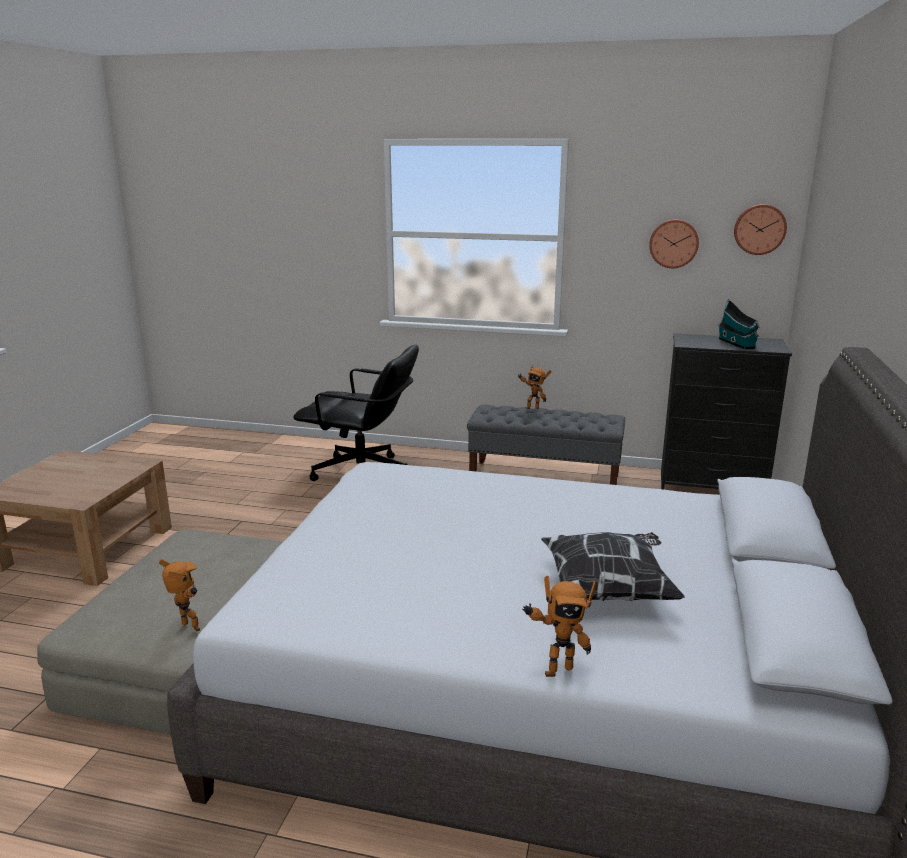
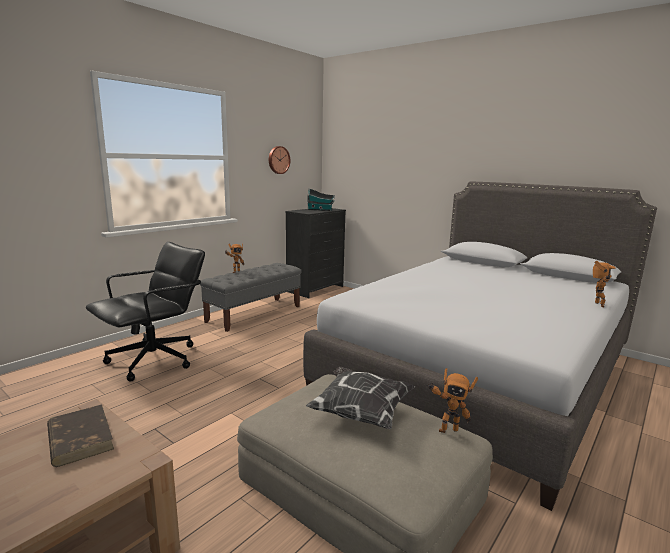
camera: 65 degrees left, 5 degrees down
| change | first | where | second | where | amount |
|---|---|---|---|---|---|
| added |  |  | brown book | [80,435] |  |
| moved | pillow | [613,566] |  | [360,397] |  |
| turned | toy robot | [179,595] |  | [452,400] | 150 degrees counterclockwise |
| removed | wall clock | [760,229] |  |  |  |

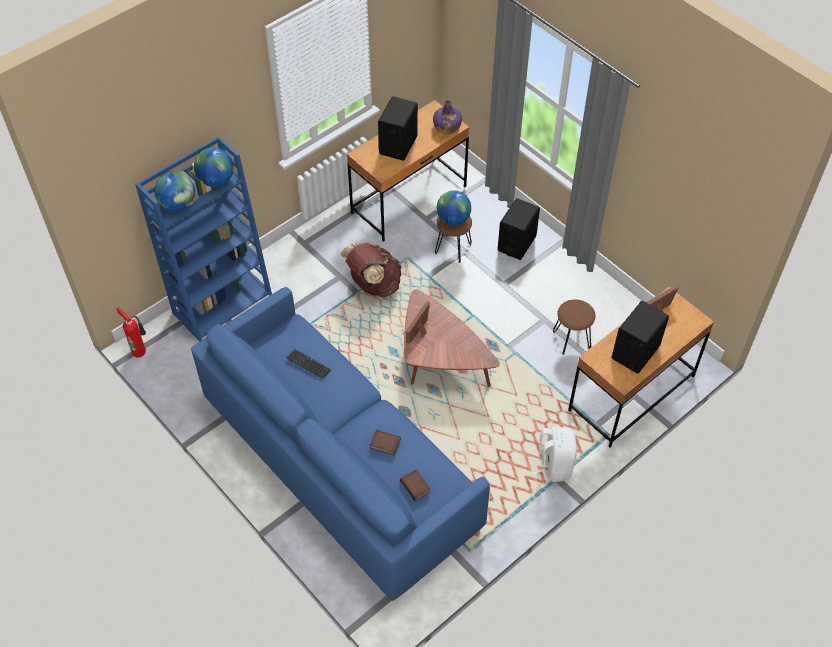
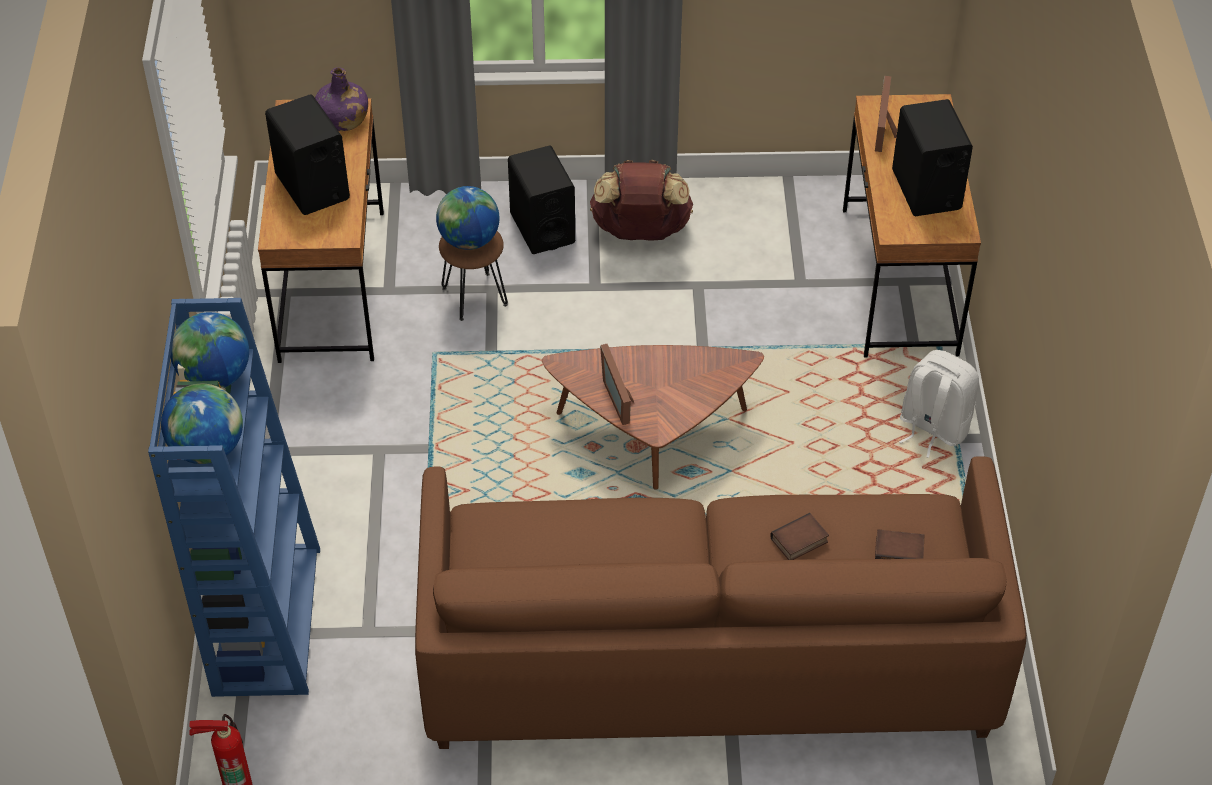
camera: 50 degrees left, 5 degrees down
| change | first | where | second | where | amount |
|---|---|---|---|---|---|
| recoloured | blue-coloured sofa | [340,444] | brown sofa | [721,602] |  |
| moved | brown rucksack | [371,270] |  | [641,200] |  |
| removed | keyboard | [308,364] |  |  |  |
| removed | brown sitting stool | [574,327] |  |  |  |

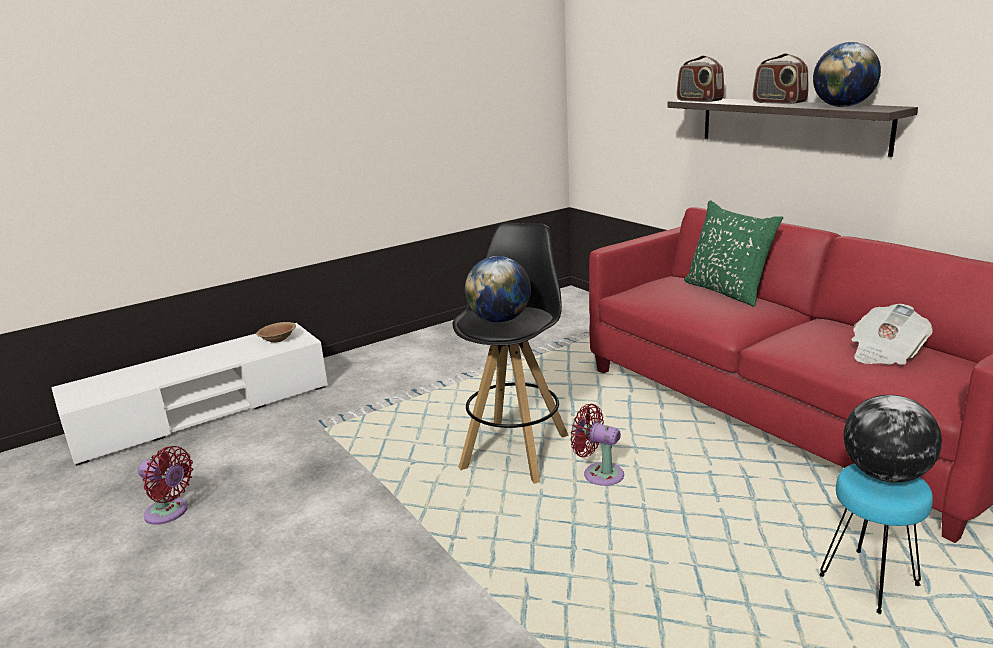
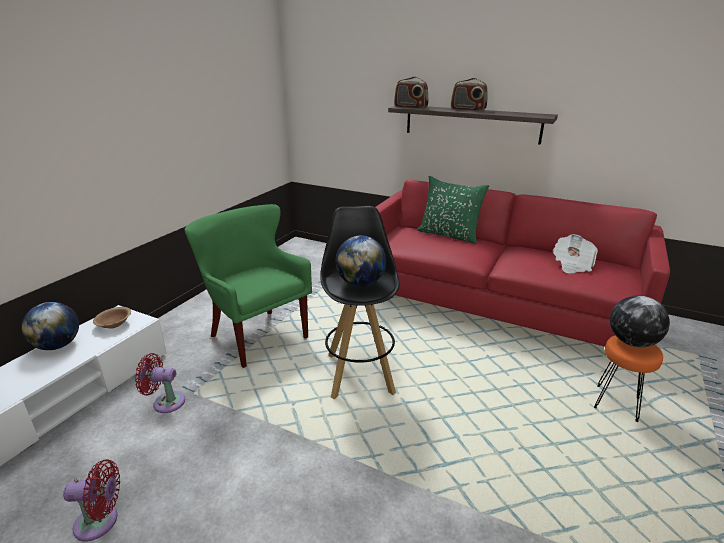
camera: 30 degrees left, 5 degrees up
| change | first | where | second | where | amount |
|---|---|---|---|---|---|
| moved | world globe | [847,74] |  | [50,326] |  |
| moved | red-coloured cooling fan | [597,445] |  | [160,383] |  |
| added |  |  | greenish lounge chair | [248,286] |  |
| recoloured | blue-green sitting stool | [876,539] | orange-coloured sitting stool | [628,378] |  |

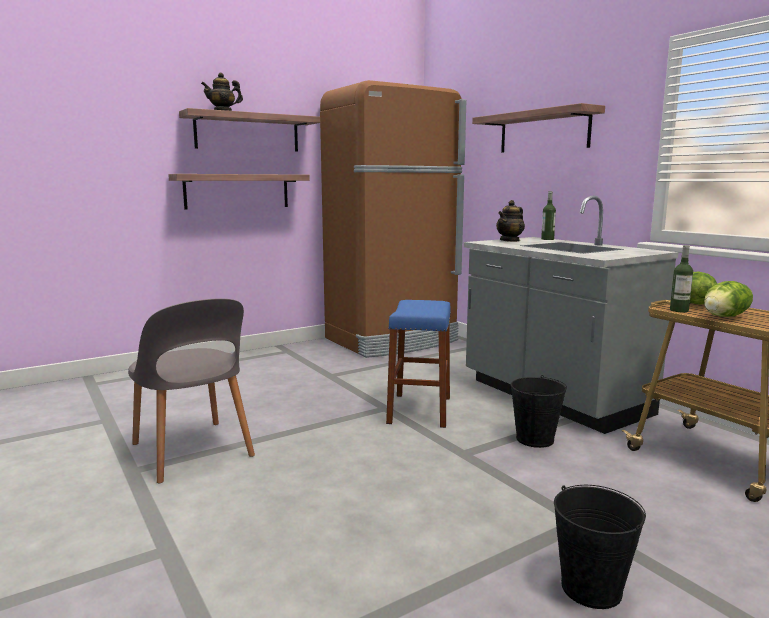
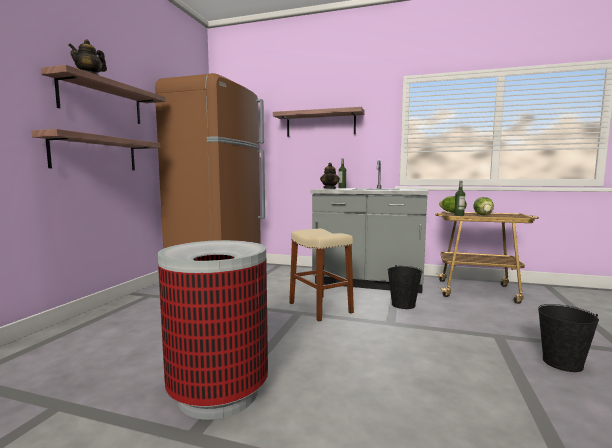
camera: 40 degrees left, 5 degrees down
| change | first | where | second | where | amount |
|---|---|---|---|---|---|
| replaced | grey chair | [191,391] | trash can | [213,330] |  |
| recoloured | blue-coloured sitting stool | [418,364] | beige-coloured sitting stool | [321,275] |  |

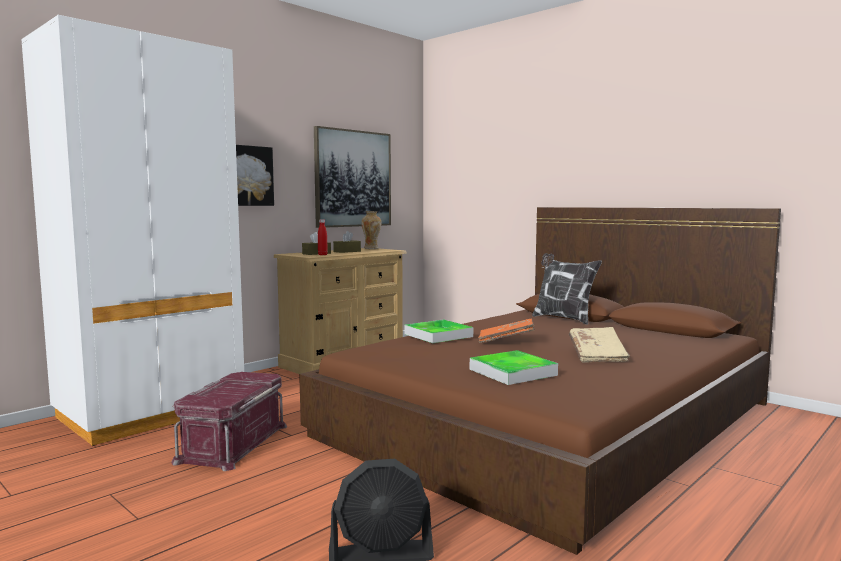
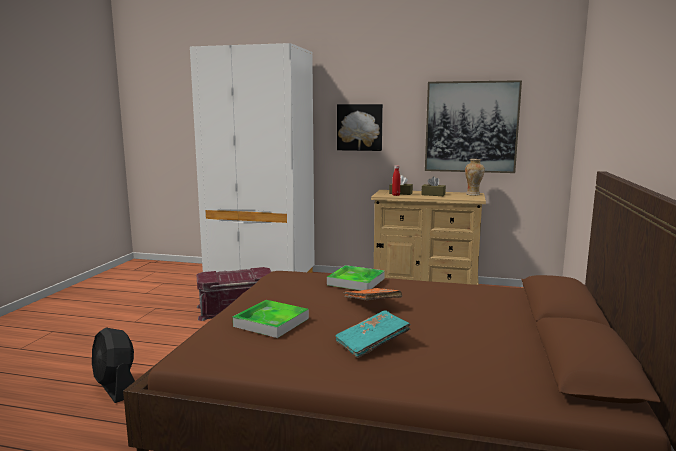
camera: 60 degrees right, 5 degrees up
| change | first | where | second | where | amount |
|---|---|---|---|---|---|
| recoloured | beige-coloured book | [599,345] | blue-green book | [373,334] |  |
| removed | pillow | [567,289] |  |  |  |

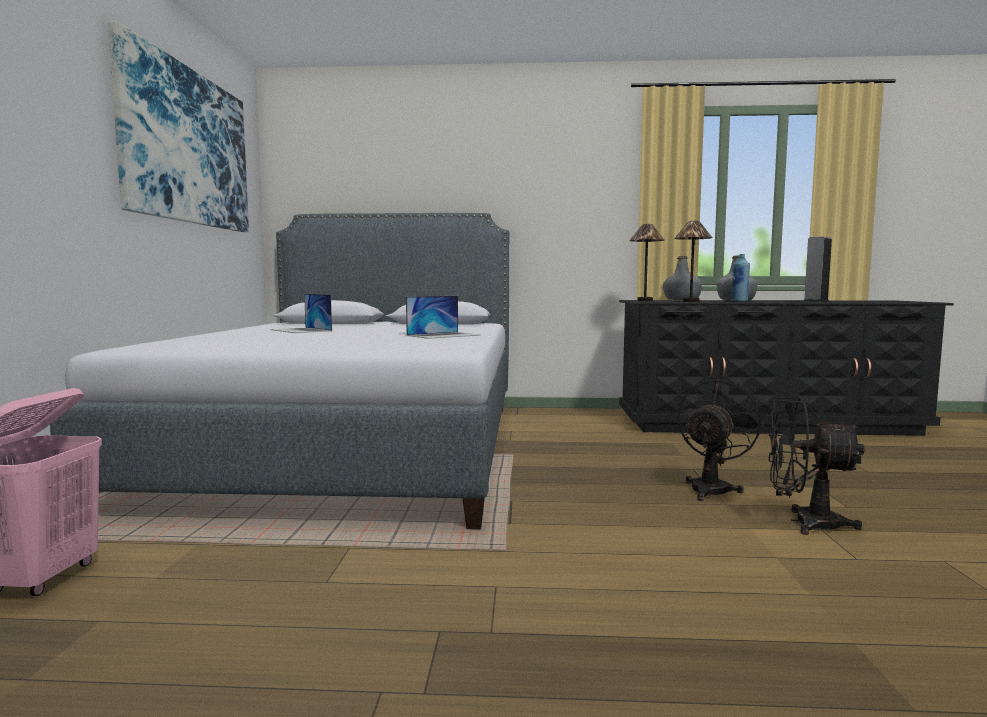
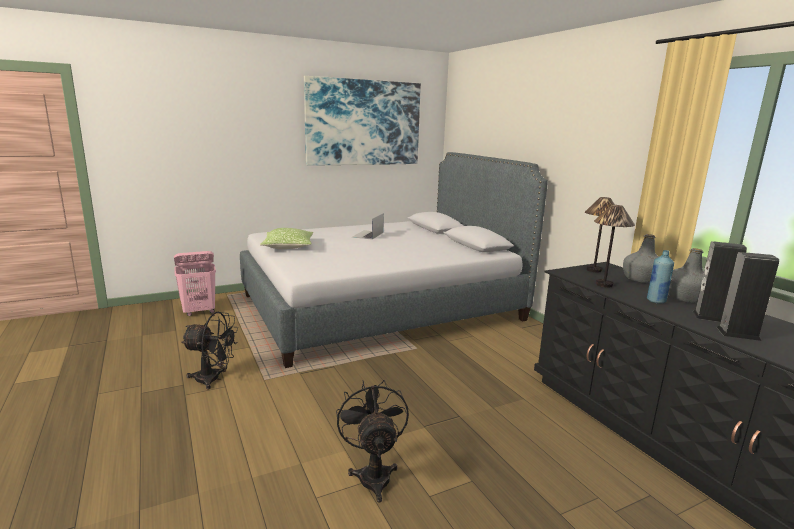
camera: 60 degrees right, 10 degrees up
| change | first | where | second | where | amount |
|---|---|---|---|---|---|
| moved | black-coloured cooling fan | [720,440] |  | [209,351] |  |
| added |  |  | pillow | [286,238] |  |
| added |  |  | audio speaker | [720,281] |  |
| removed | portable computer | [443,317] |  |  |  |

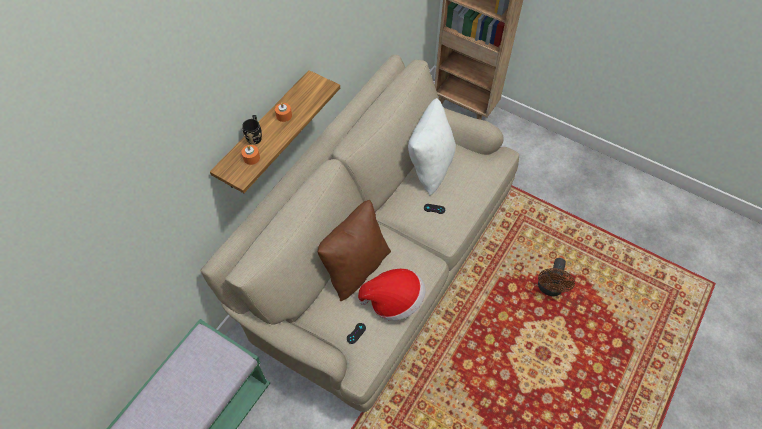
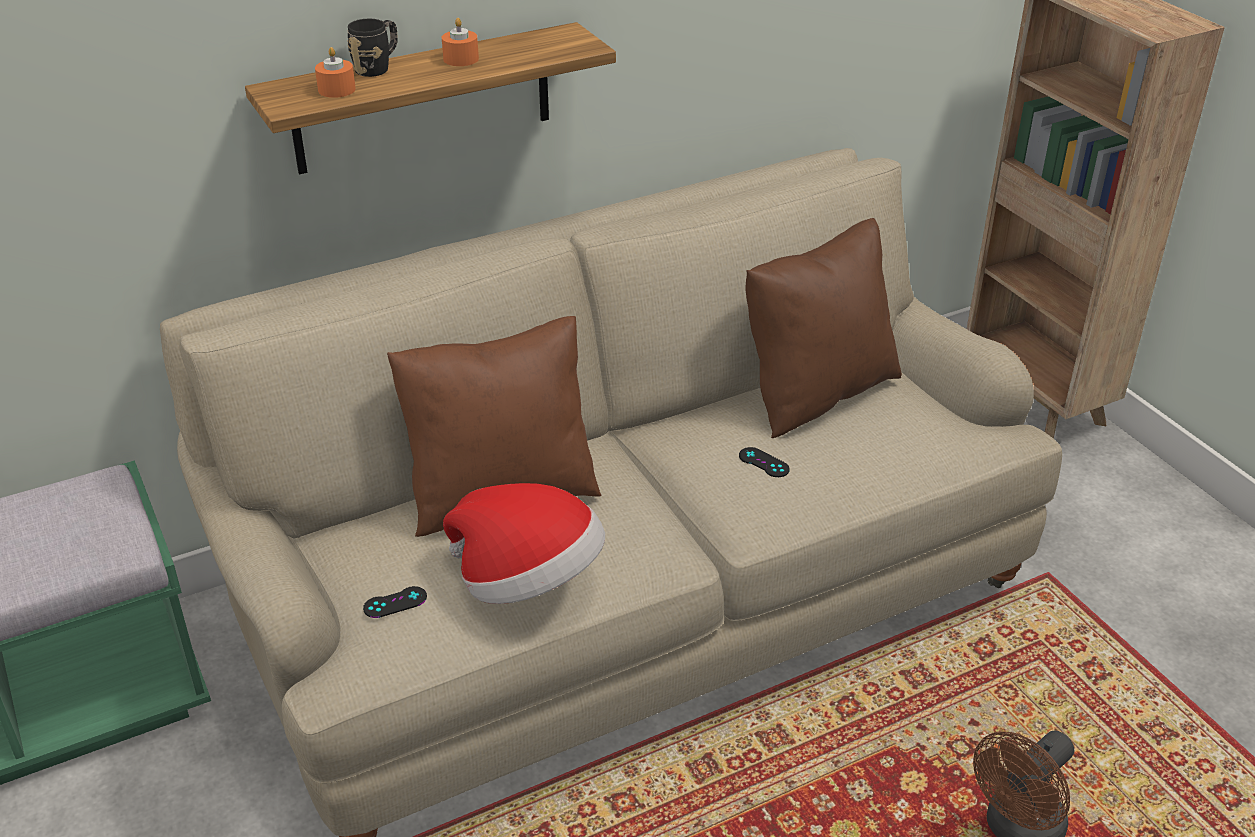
camera: 30 degrees right, 20 degrees down
| change | first | where | second | where | amount |
|---|---|---|---|---|---|
| recoloured | white-coloured pillow | [432,147] | brown pillow | [823,328] |  |

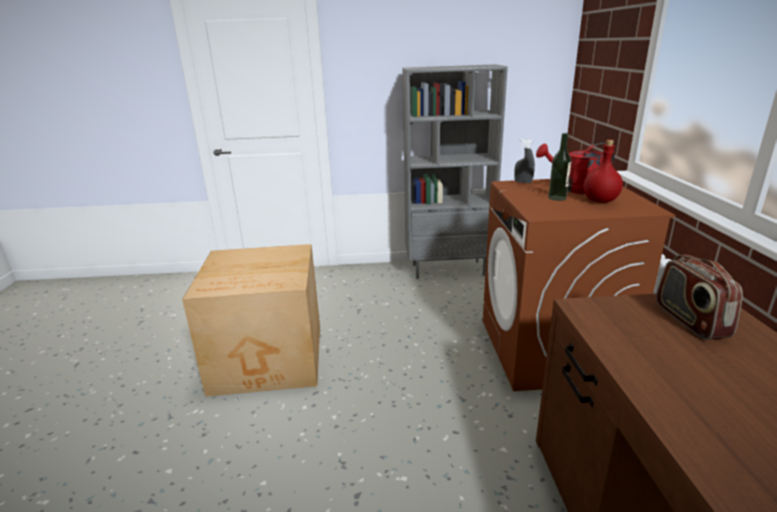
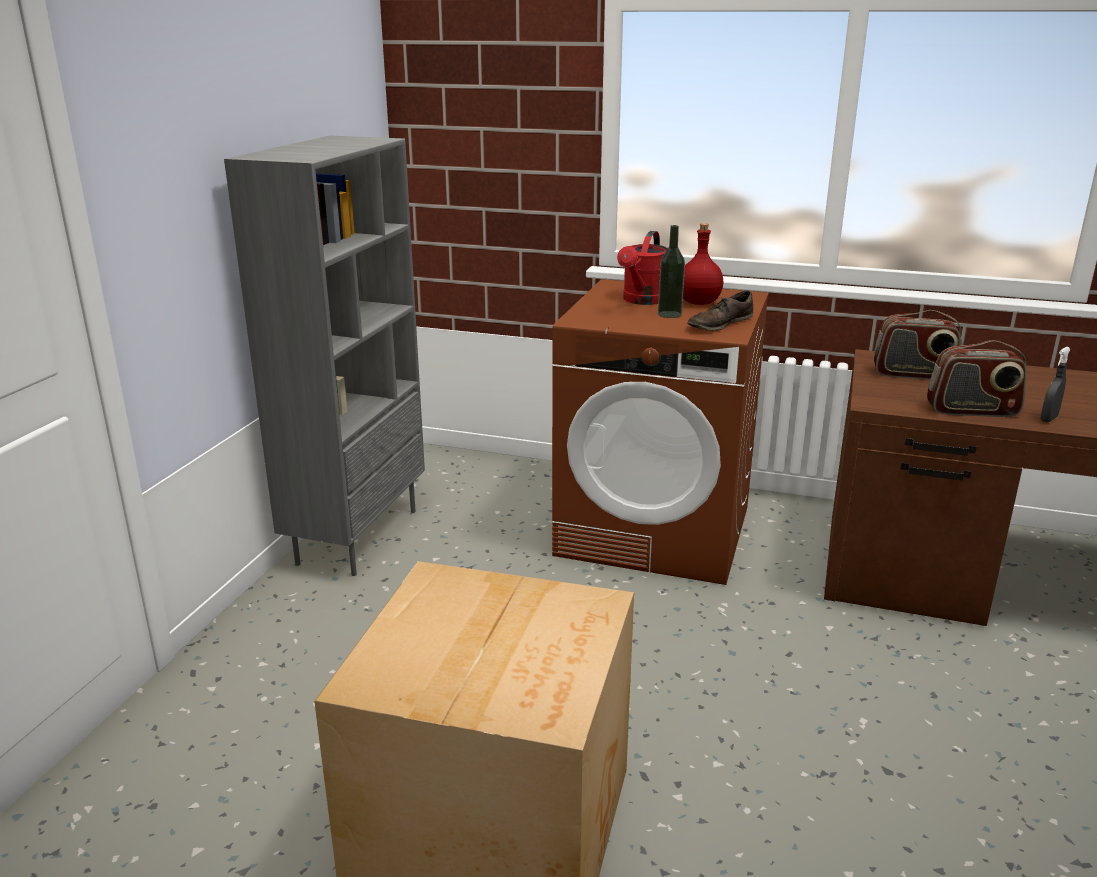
camera: 70 degrees left, 0 degrees up
| change | first | where | second | where | amount |
|---|---|---|---|---|---|
| added |  |  | brown low shoe | [720,311] |  |
| added |  |  | radio receiver | [977,378] |  |
| moved | grey sprayer | [524,161] |  | [1055,384] |  |

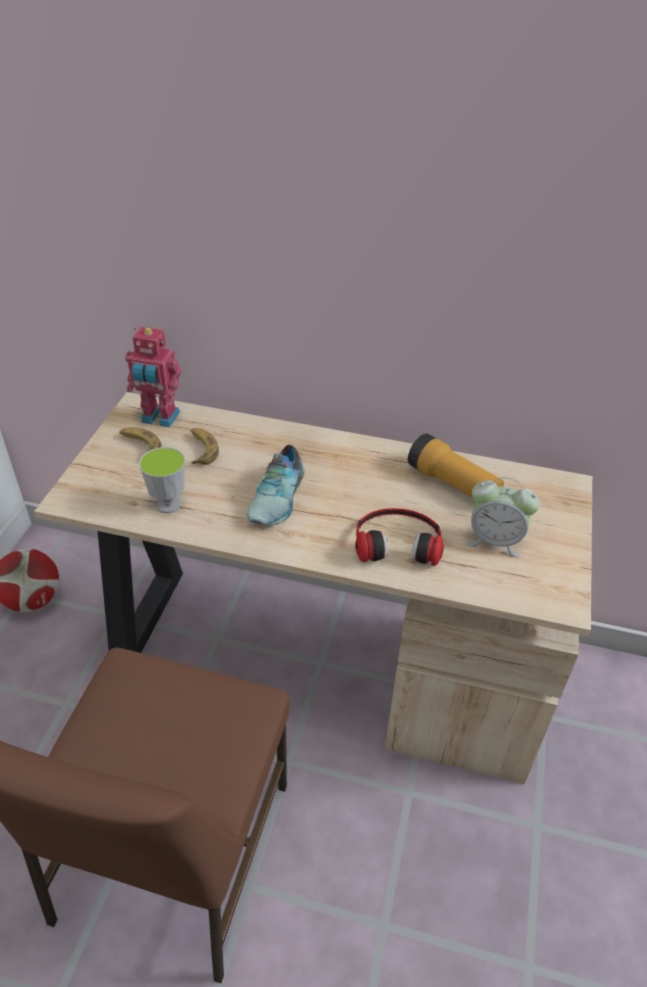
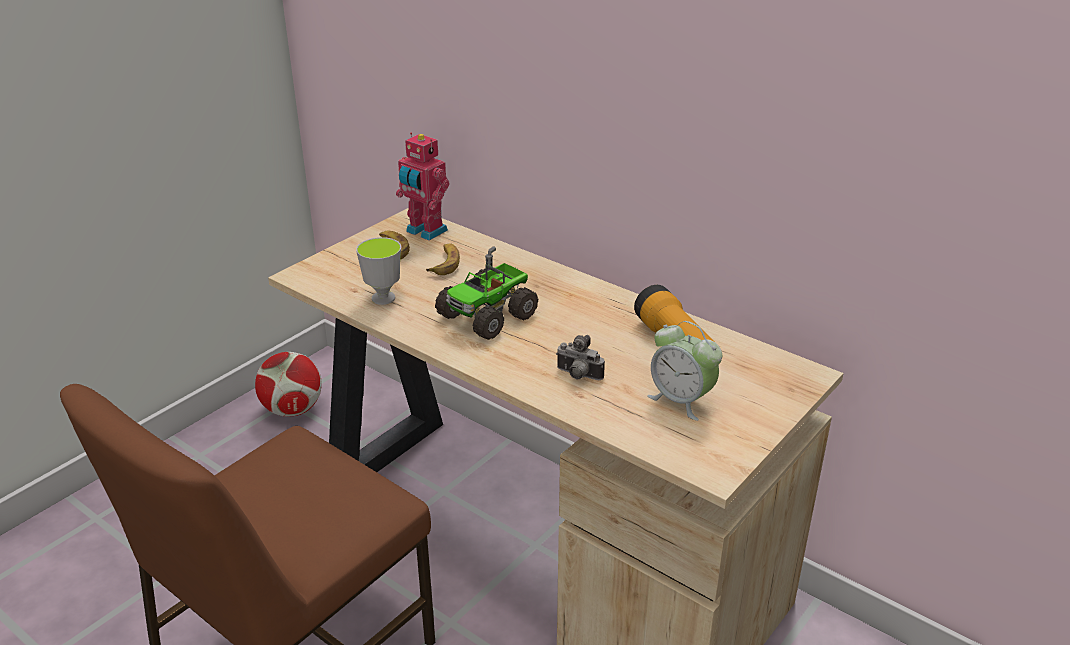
camera: 25 degrees right, 10 degrees down
| change | first | where | second | where | amount |
|---|---|---|---|---|---|
| replaced | low shoe | [276,485] | model truck | [486,293] |  |
| replaced | headset | [399,537] | still camera | [580,357] |  |

